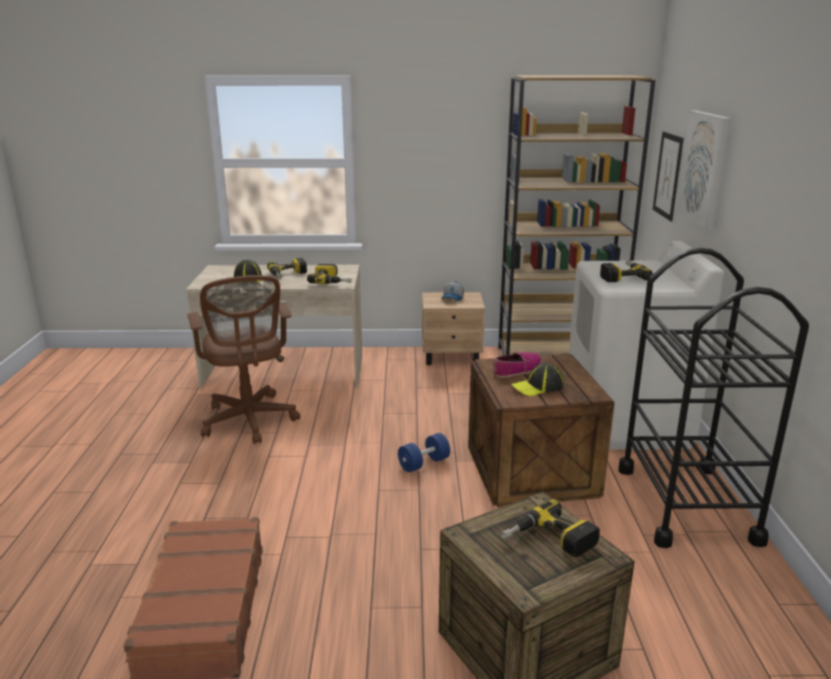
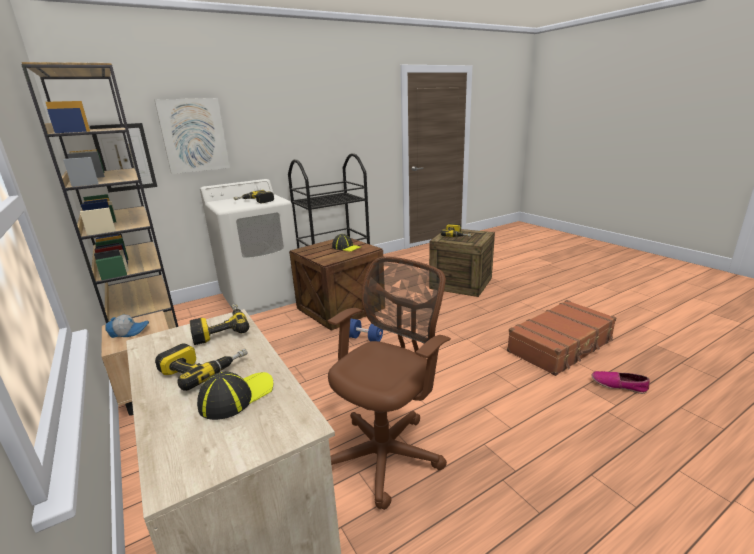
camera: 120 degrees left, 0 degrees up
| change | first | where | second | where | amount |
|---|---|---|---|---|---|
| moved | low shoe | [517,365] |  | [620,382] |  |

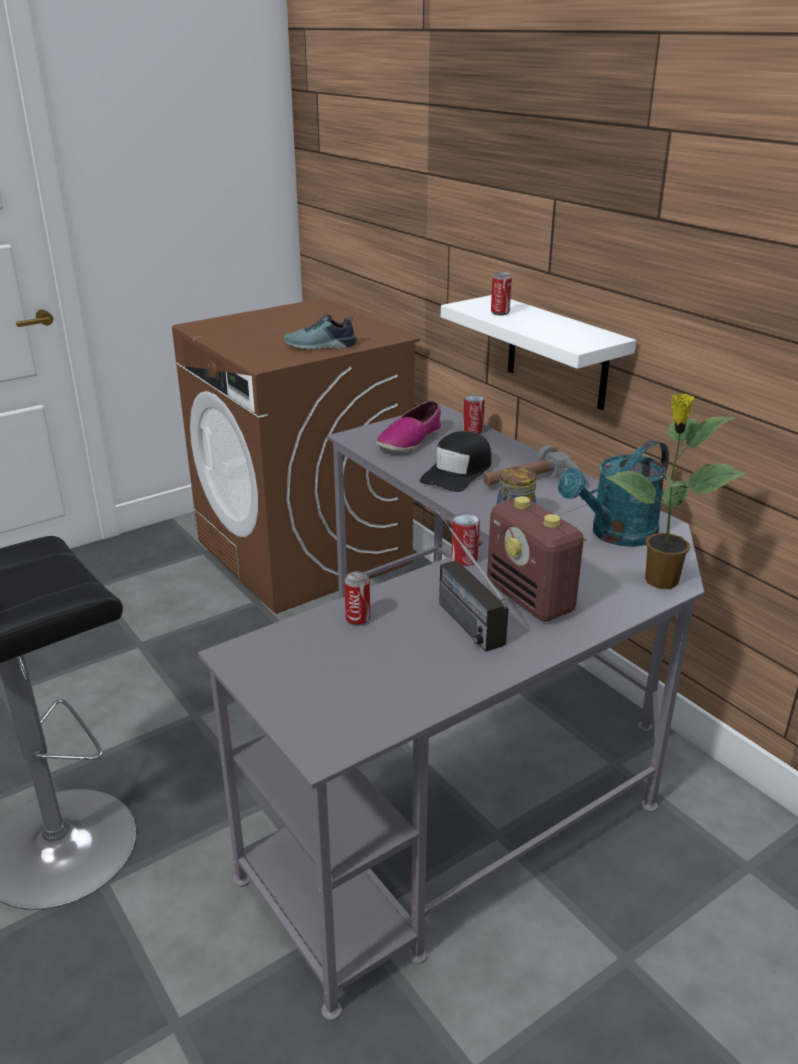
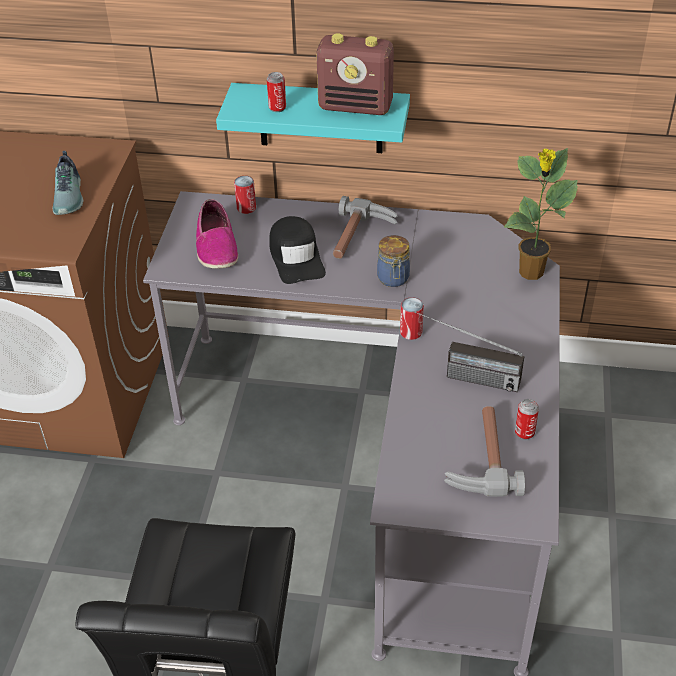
camera: 45 degrees left, 15 degrees up
| change | first | where | second | where | amount |
|---|---|---|---|---|---|
| turned | low shoe | [320,330] |  | [68,183] | 45 degrees counterclockwise |
| recoloured | white-coloured wall shelf | [538,352] | blue-green wall shelf | [313,118] |  |
| moved | radio receiver | [536,559] |  | [355,74] |  |
| added |  |  | hammer | [484,451] |  |
| moved | metal can | [357,598] |  | [527,419] |  |
| removed | blue-green sprinkling can | [613,493] |  |  |  |

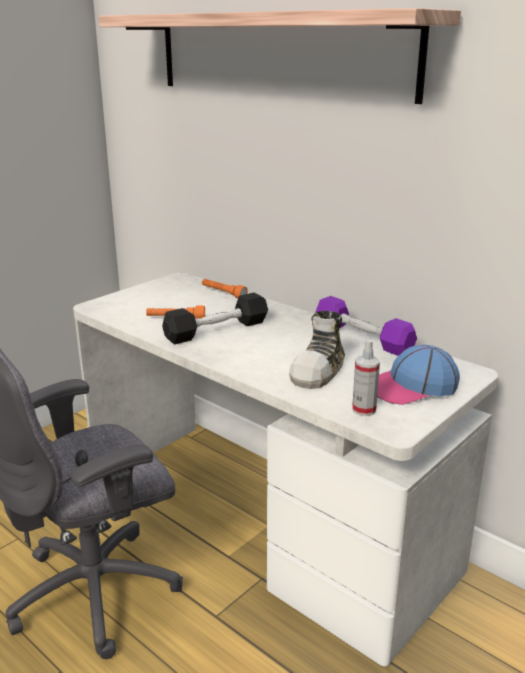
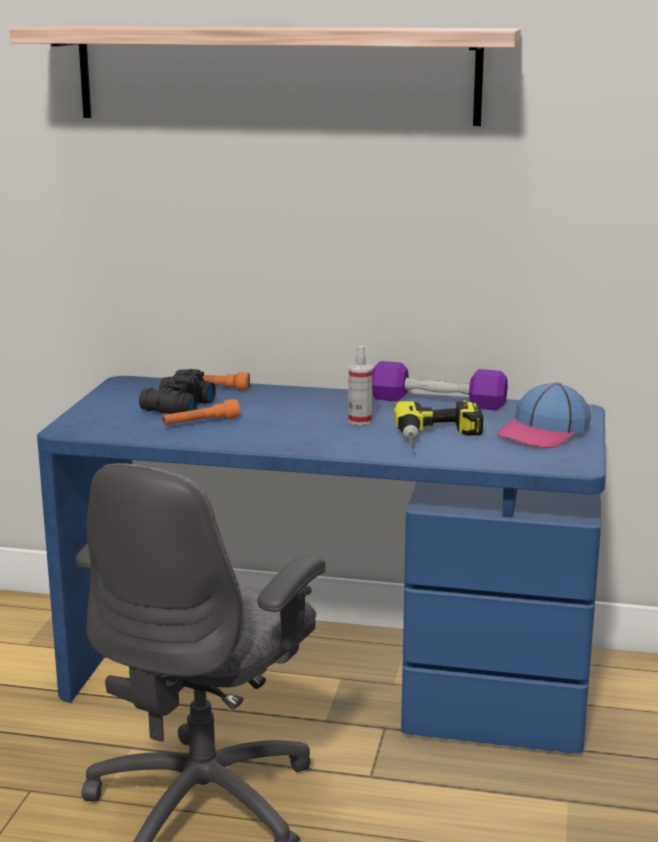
camera: 30 degrees left, 5 degrees down
| change | first | where | second | where | amount |
|---|---|---|---|---|---|
| recoloured | white-coloured desk table | [285,469] | blue-coloured desk table | [321,565] |  |
| added |  |  | black-coloured binoculars | [177,391] |  |
| moved | sprayer | [366,378] |  | [360,385] |  |
| replaced | low shoe | [317,350] | power drill | [438,425] |  |
| removed | black-coloured free weight | [215,318] |  |  |  |

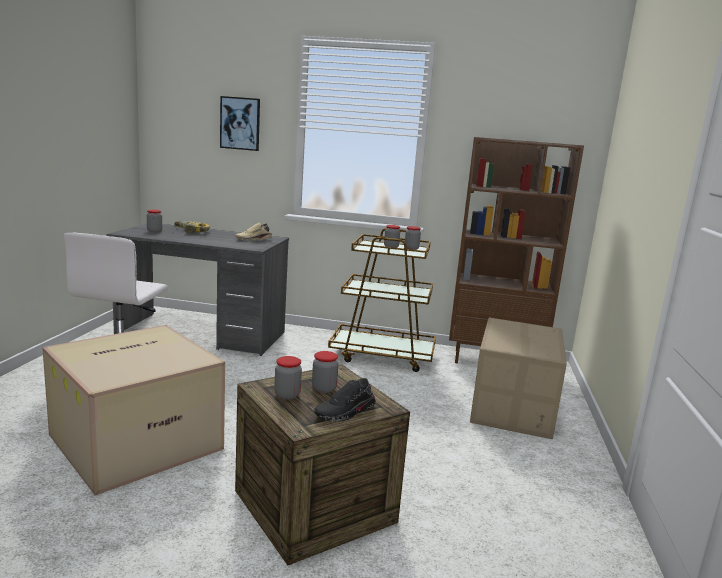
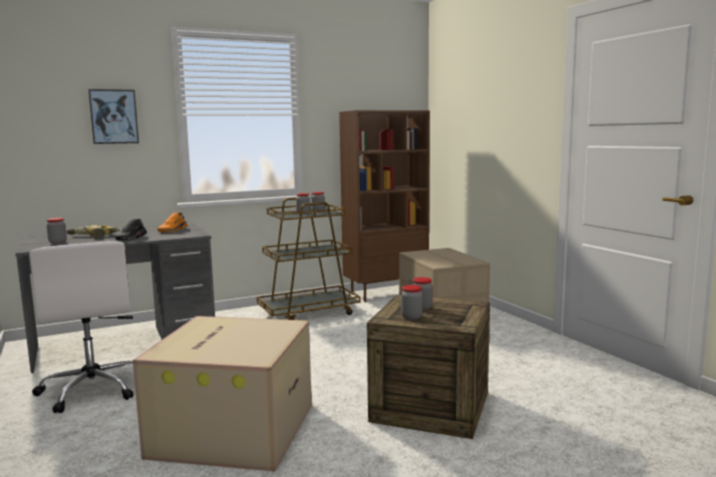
camera: 35 degrees left, 5 degrees down
| change | first | where | second | where | amount |
|---|---|---|---|---|---|
| moved | black-coloured low shoe | [345,400] |  | [131,229] |  |
| recoloured | beige-coloured low shoe | [254,232] | orange-coloured low shoe | [172,222] |  |

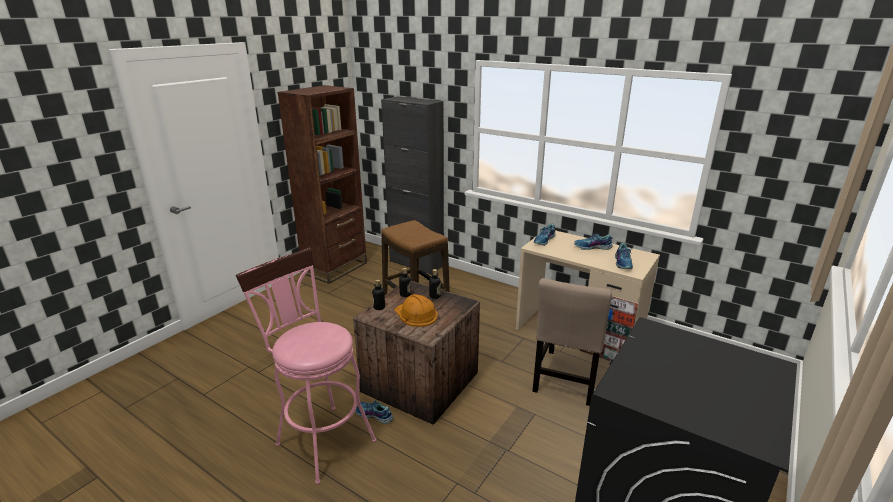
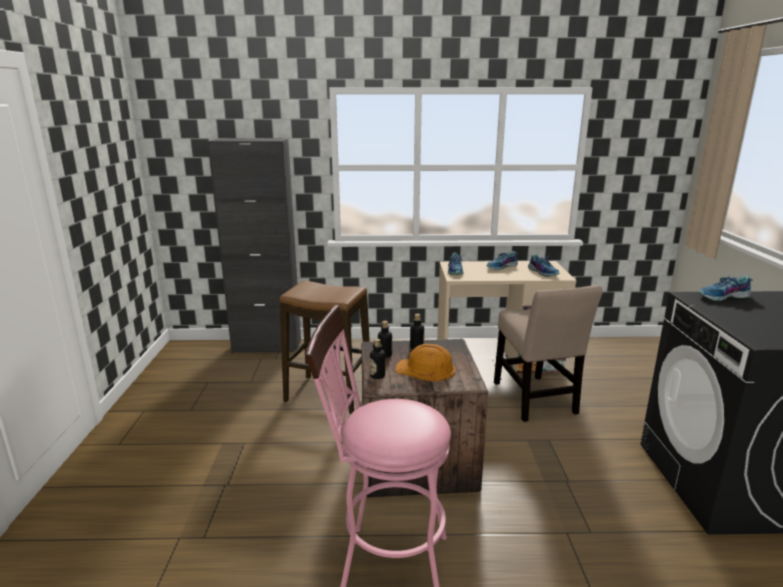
camera: 35 degrees left, 5 degrees down
| change | first | where | second | where | amount |
|---|---|---|---|---|---|
| moved | low shoe | [374,412] |  | [725,288] |  |
| removed | brown shelving unit | [322,184] |  |  |  |

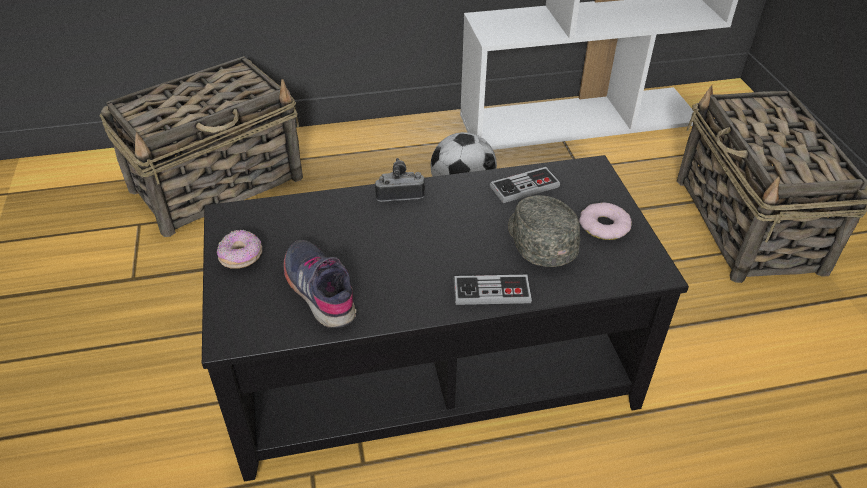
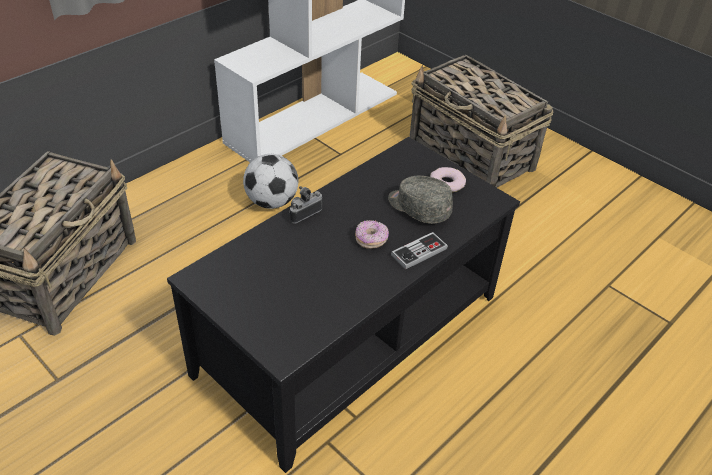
camera: 35 degrees left, 0 degrees up
| change | first | where | second | where | amount |
|---|---|---|---|---|---|
| moved | donut | [239,249] |  | [372,234] |  |
| removed | grey low shoe | [319,284] |  |  |  |
| removed | game controller | [525,185] |  |  |  |

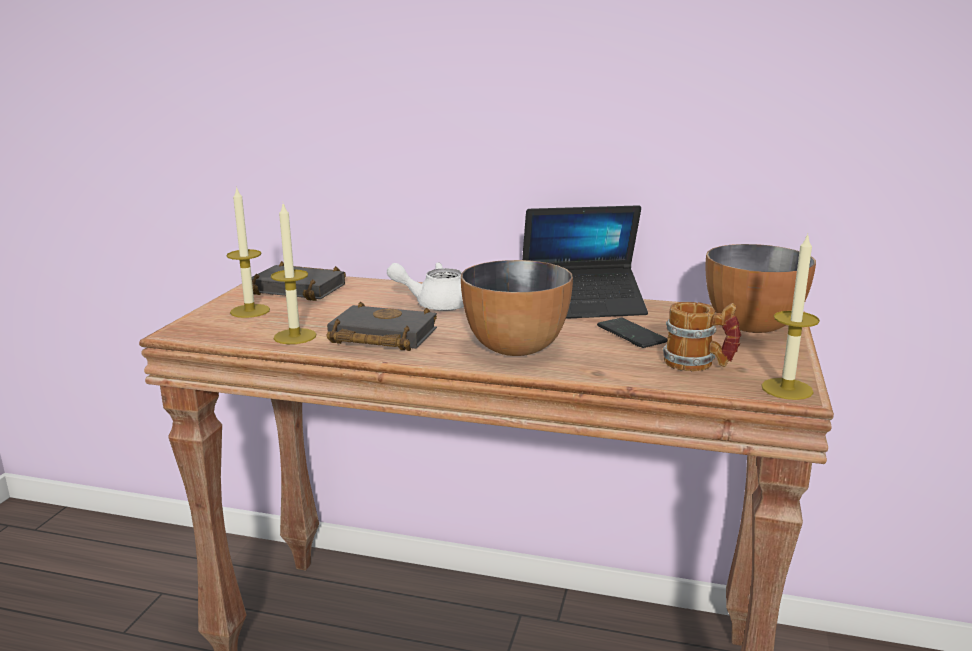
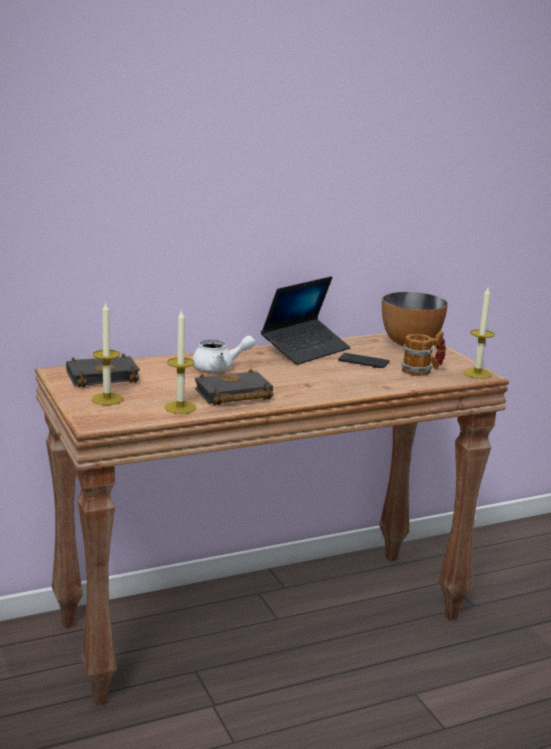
camera: 40 degrees left, 0 degrees up
| change | first | where | second | where | amount |
|---|---|---|---|---|---|
| turned | white-coloured pot for tea | [425,286] |  | [223,354] | 150 degrees counterclockwise |
| removed | serving bowl | [517,308] |  |  |  |

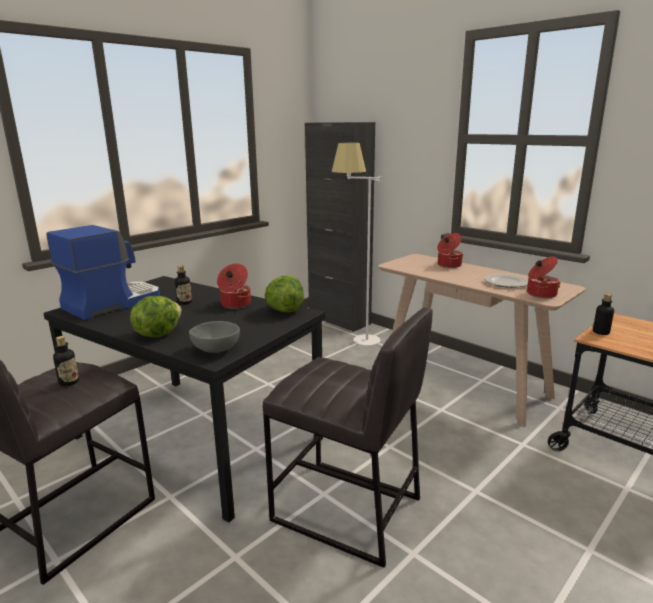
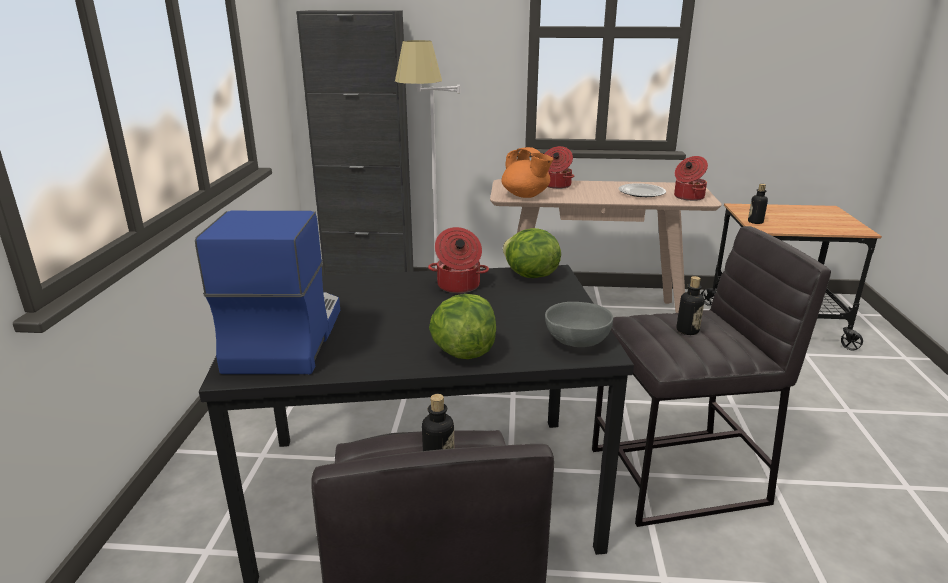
camera: 40 degrees left, 5 degrees up
| change | first | where | second | where | amount |
|---|---|---|---|---|---|
| added |  |  | orange-coloured pot for tea | [527,172] |  |
| moved | drink bottle | [183,285] |  | [690,305] |  |

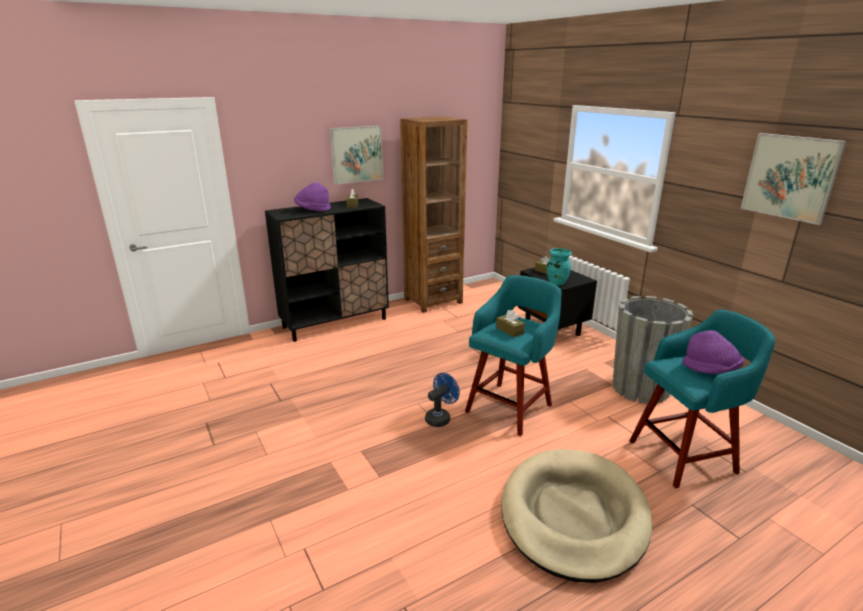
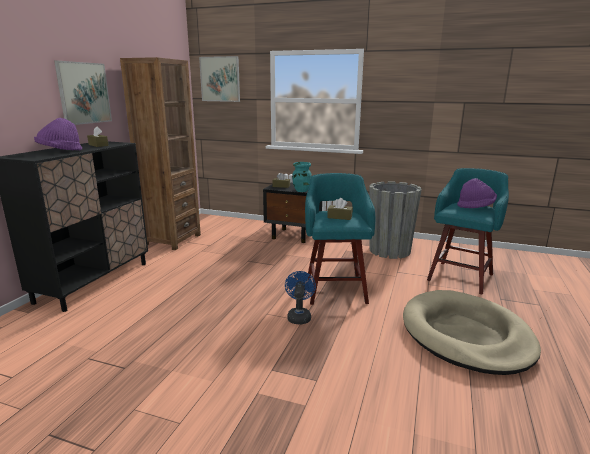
camera: 40 degrees left, 5 degrees down
| change | first | where | second | where | amount |
|---|---|---|---|---|---|
| moved | picture | [793,179] |  | [219,79] |  |

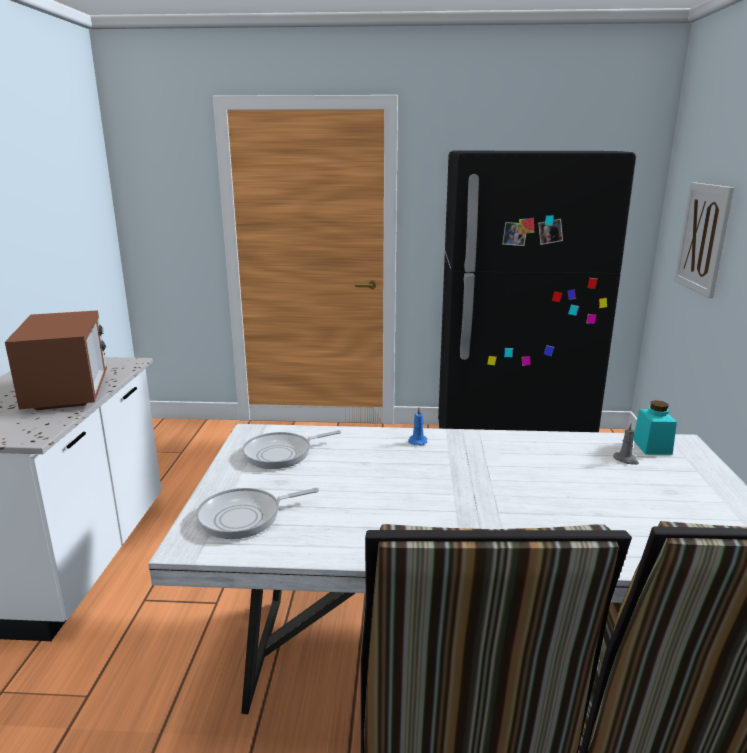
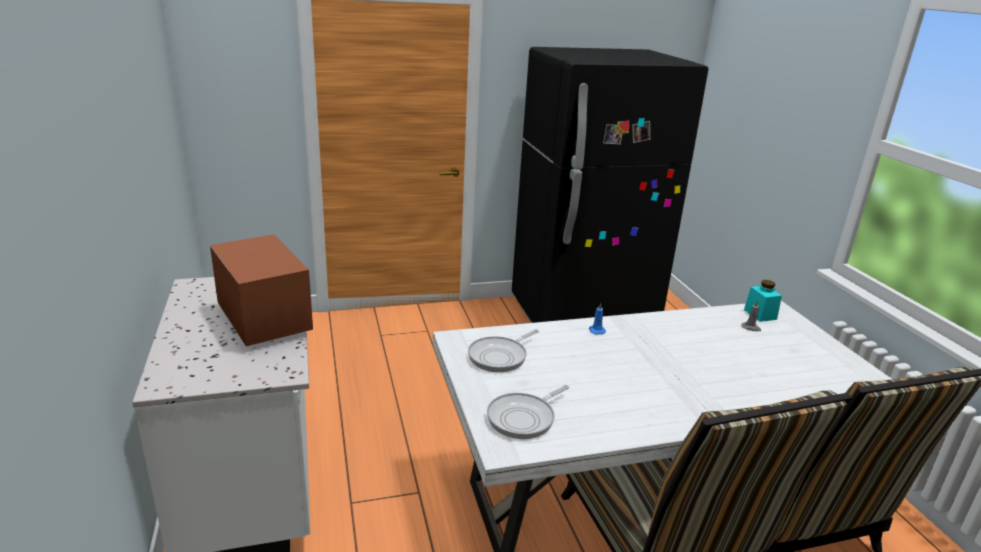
camera: 20 degrees left, 5 degrees up
| change | first | where | second | where | amount |
|---|---|---|---|---|---|
| removed | picture | [704,240] |  |  |  |

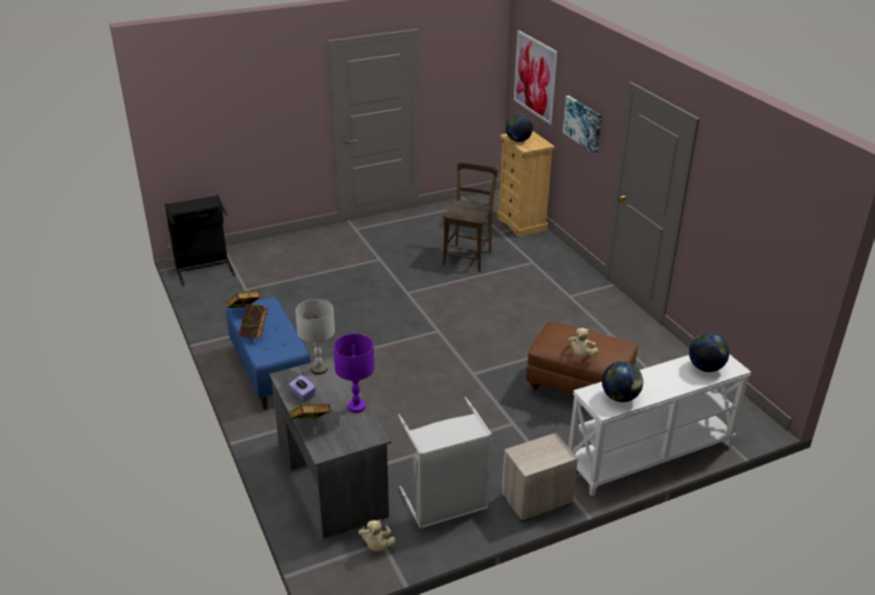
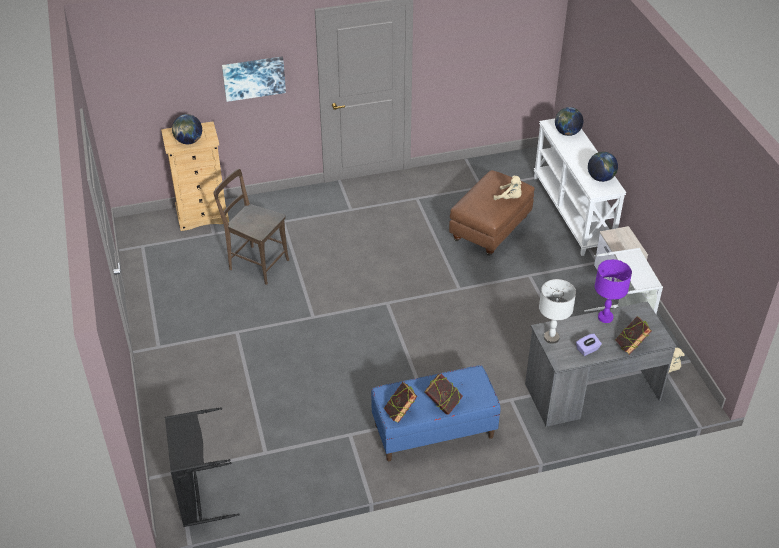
camera: 80 degrees left, 10 degrees up
| change | first | where | second | where | amount |
|---|---|---|---|---|---|
| removed | picture | [535,78] |  |  |  |

